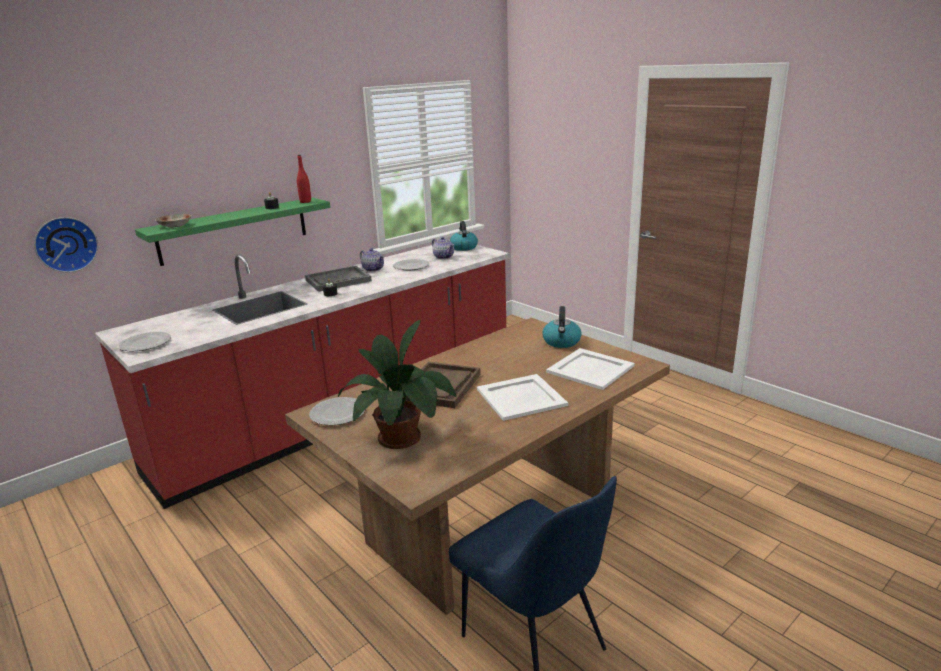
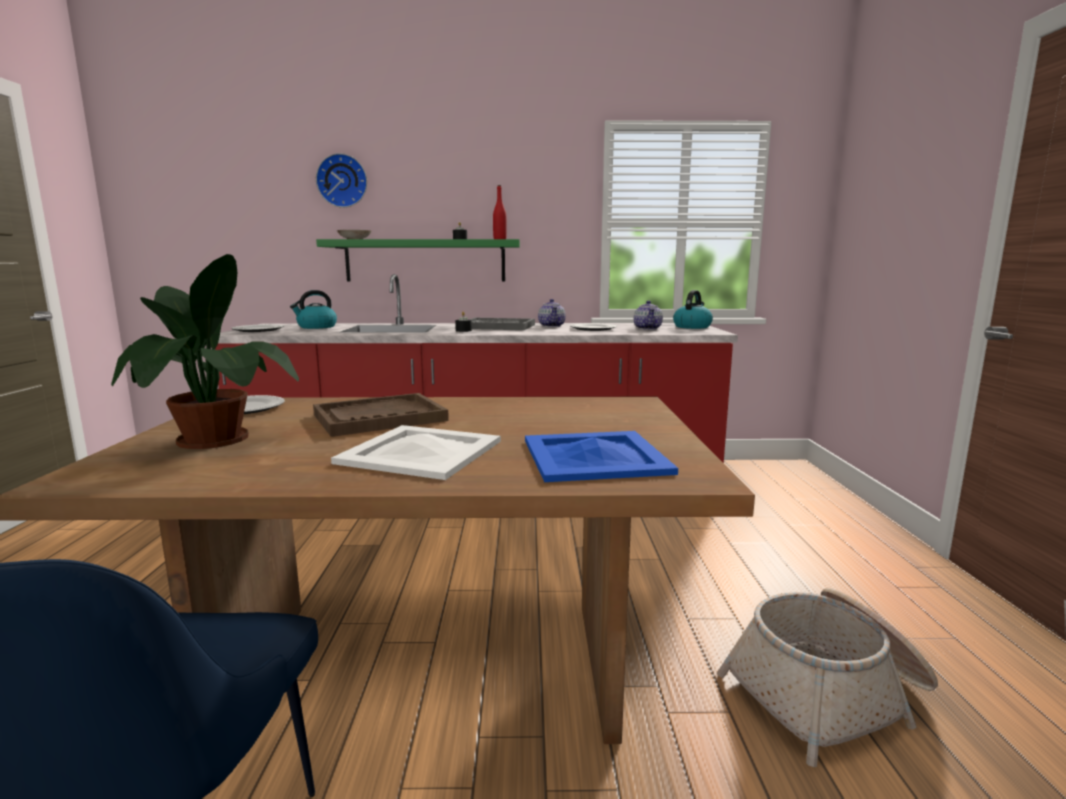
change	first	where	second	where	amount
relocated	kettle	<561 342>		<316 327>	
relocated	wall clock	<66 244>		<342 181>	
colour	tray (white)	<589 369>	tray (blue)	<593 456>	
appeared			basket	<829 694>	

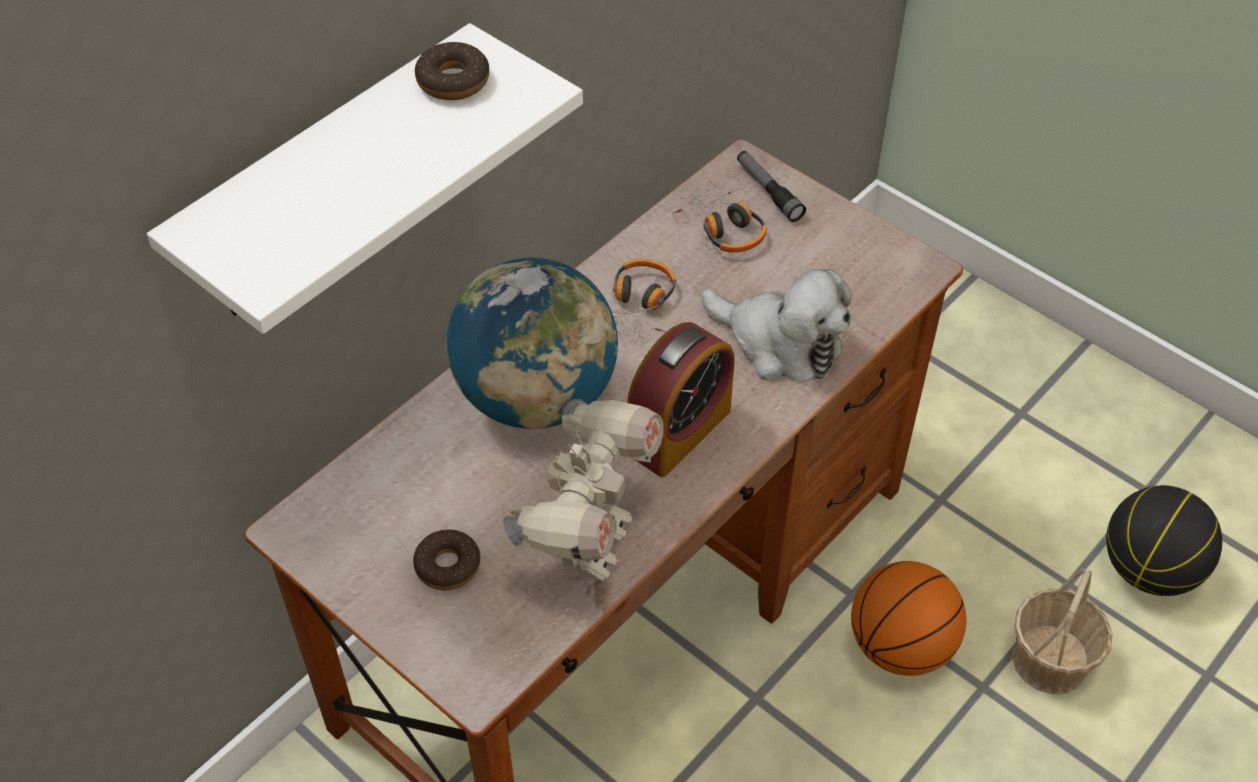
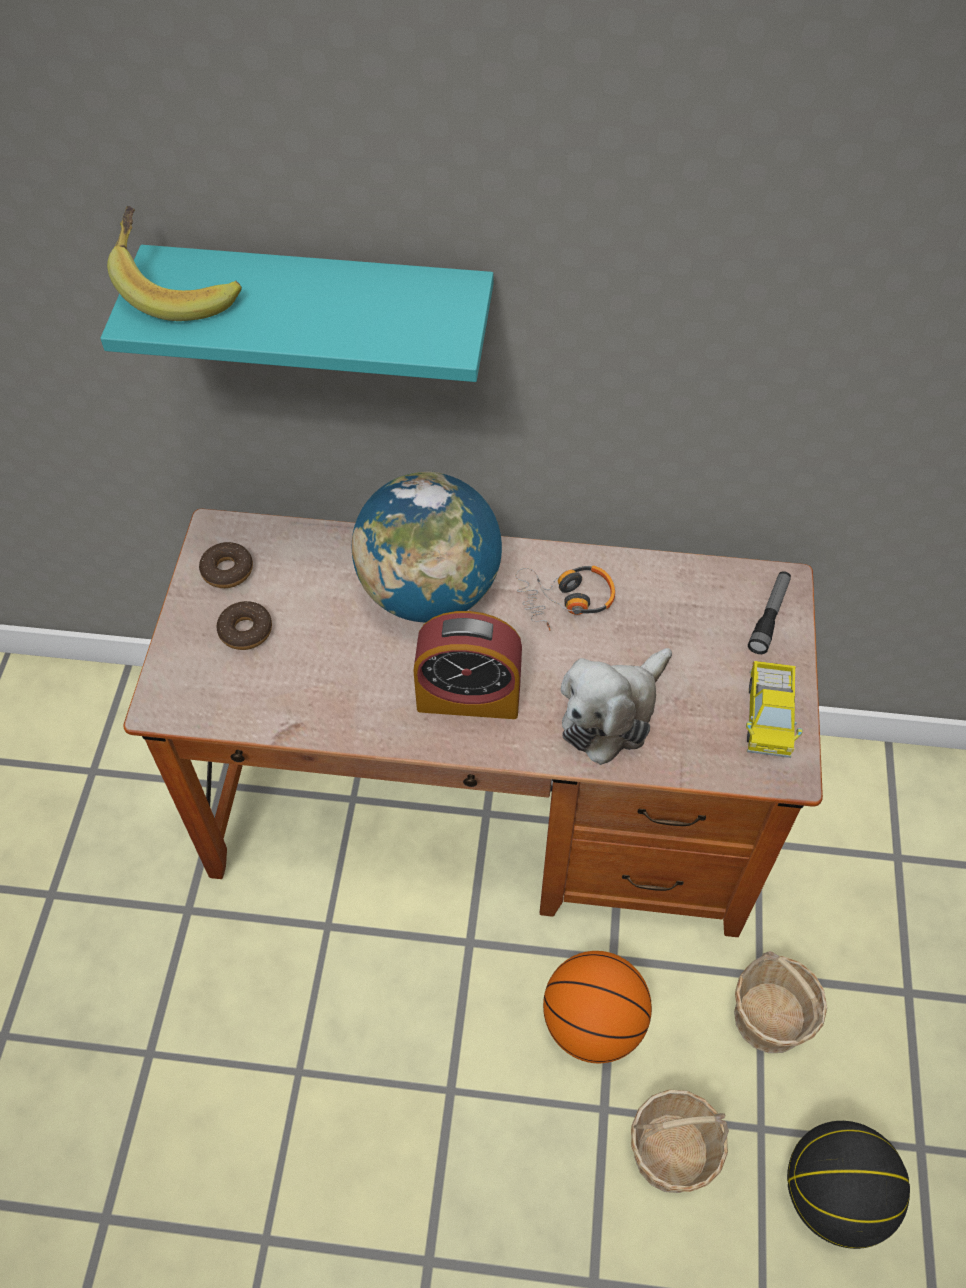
change	first	where	second	where	amount
colour	shelf (white)	<330 180>	shelf (turquoise)	<322 311>	
appeared			banana	<177 289>	
relocated	donut	<453 81>		<227 570>	
spun	plush toy	<779 343>		<612 713>	45 degrees clockwise
appeared			basket	<769 1016>	
appeared			toy truck	<768 717>	
missing	toy robot	<589 542>			
missing	headphones	<723 225>			

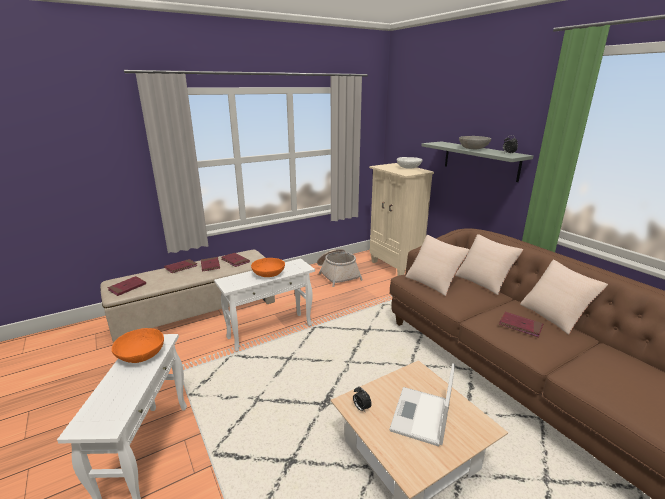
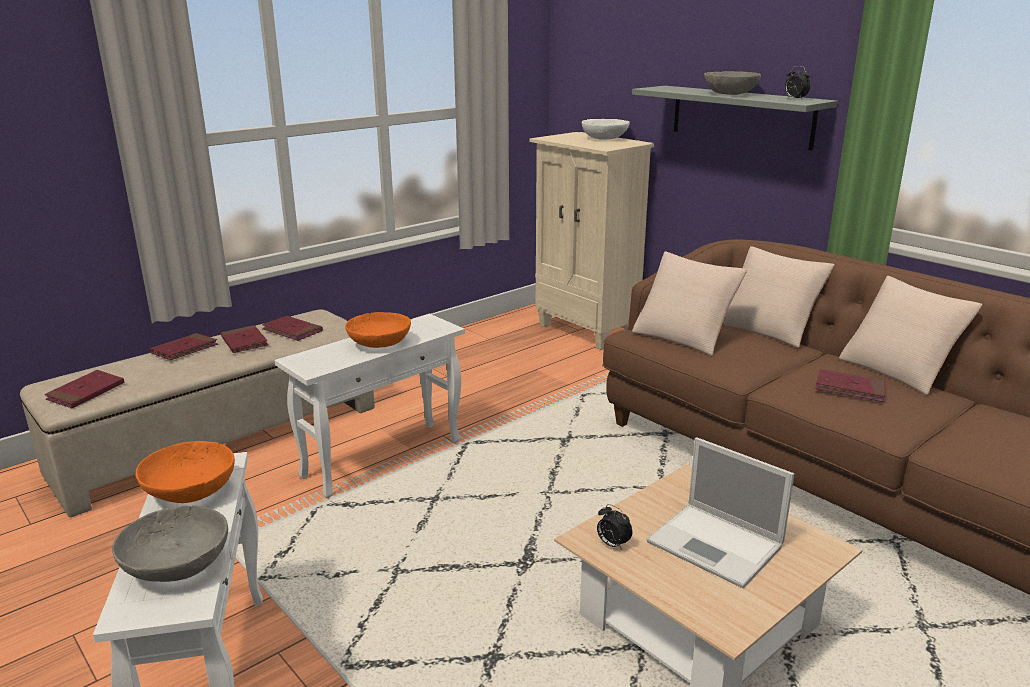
change	first	where	second	where	amount
appeared			bowl (grey)	<177 565>	
spun	laptop	<421 417>		<717 545>	60 degrees counterclockwise
missing	basket	<337 274>			

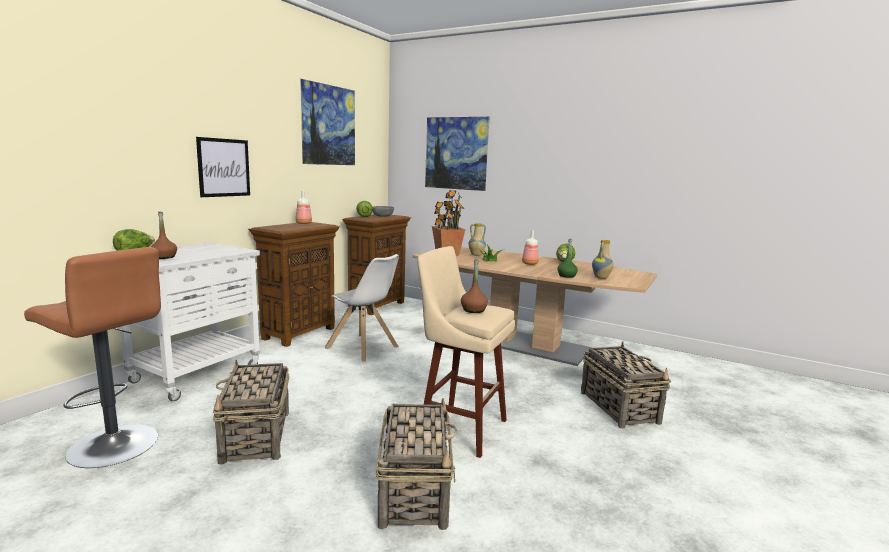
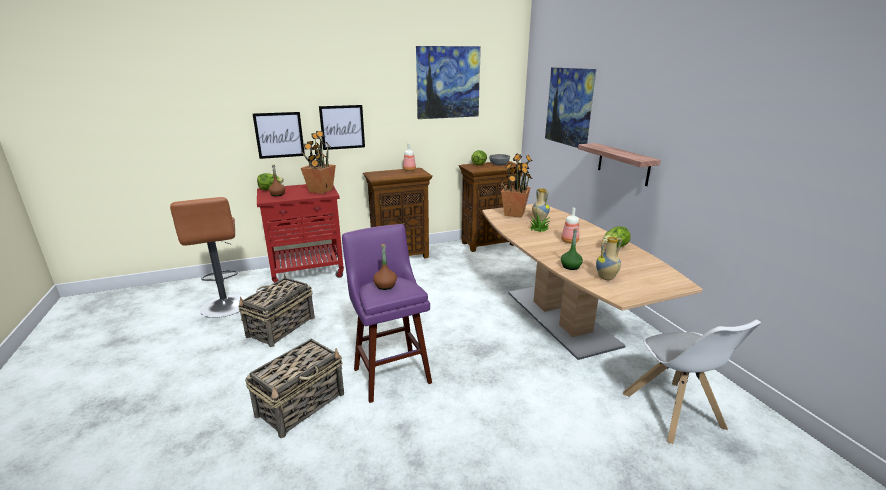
change	first	where	second	where	amount
appeared			picture	<279 135>	
colour	cart (white)	<197 375>	cart (red)	<308 272>	
appeared			potted plant	<320 190>	
colour	stool (beige)	<460 428>	stool (purple)	<391 373>	
appeared			shelf	<623 164>	
relocated	chair	<363 348>		<674 412>	
missing	basket	<618 407>			

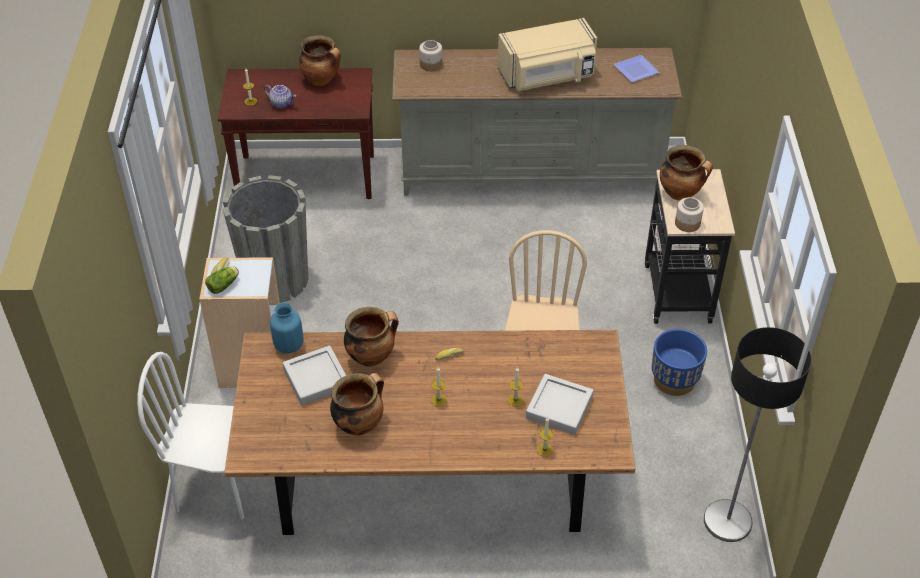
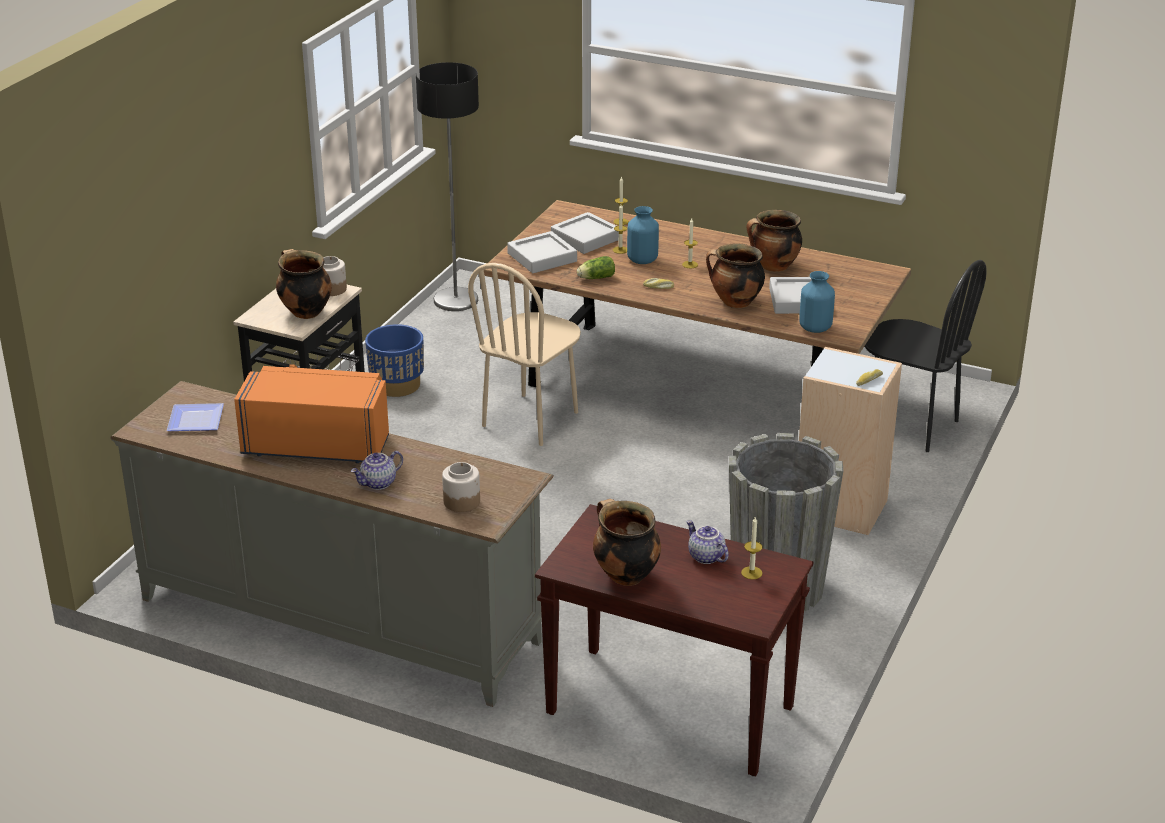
change	first	where	second	where	amount
colour	microwave (beige)	<547 76>	microwave (orange)	<318 443>	
appeared			teapot	<378 483>	
appeared			tray (grey)	<542 257>	
relocated	lettuce	<224 285>		<595 278>	
appeared			vase (blue)	<642 260>	
colour	chair (white)	<219 488>	chair (black)	<910 425>	

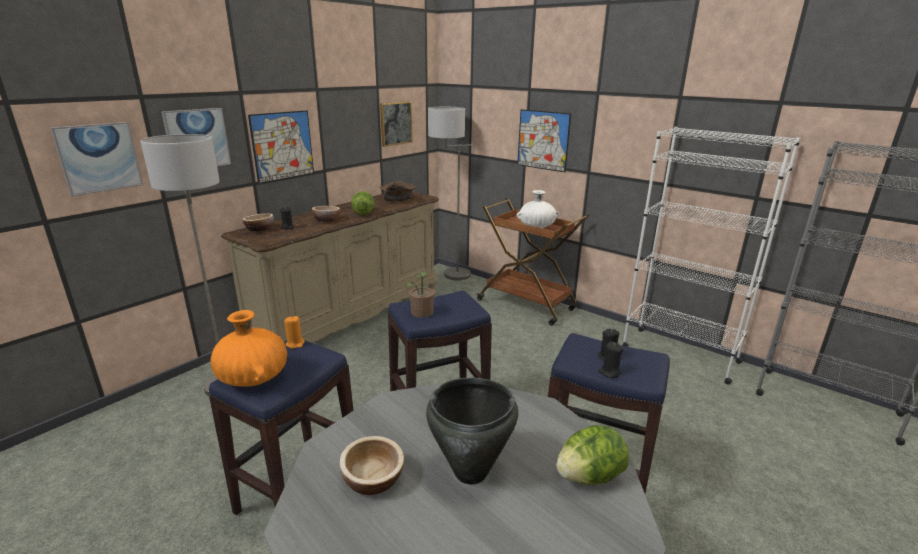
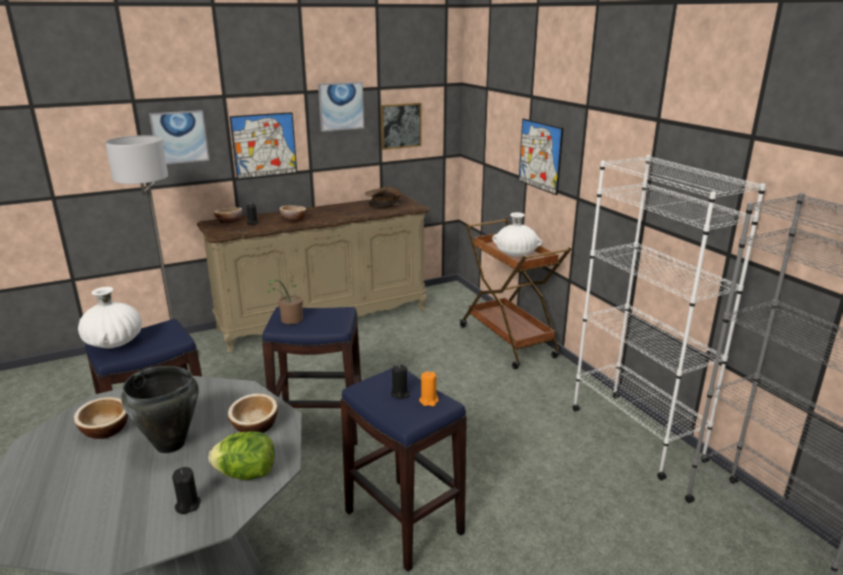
change	first	where	second	where	amount
colour	vase (orange)	<253 378>	vase (white)	<114 343>	
relocated	candle (black)	<609 372>		<187 505>	
appeared			bowl	<255 426>	
relocated	picture	<98 158>		<341 106>	
relocated	candle (orange)	<295 344>		<429 401>	
missing	lettuce	<363 213>			
missing	floor lamp (grey)	<449 276>			

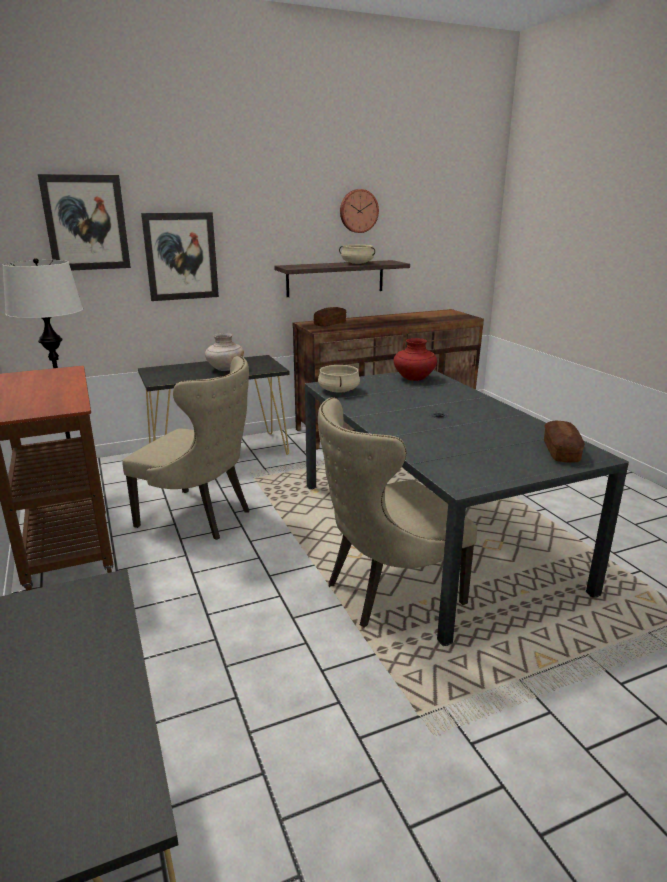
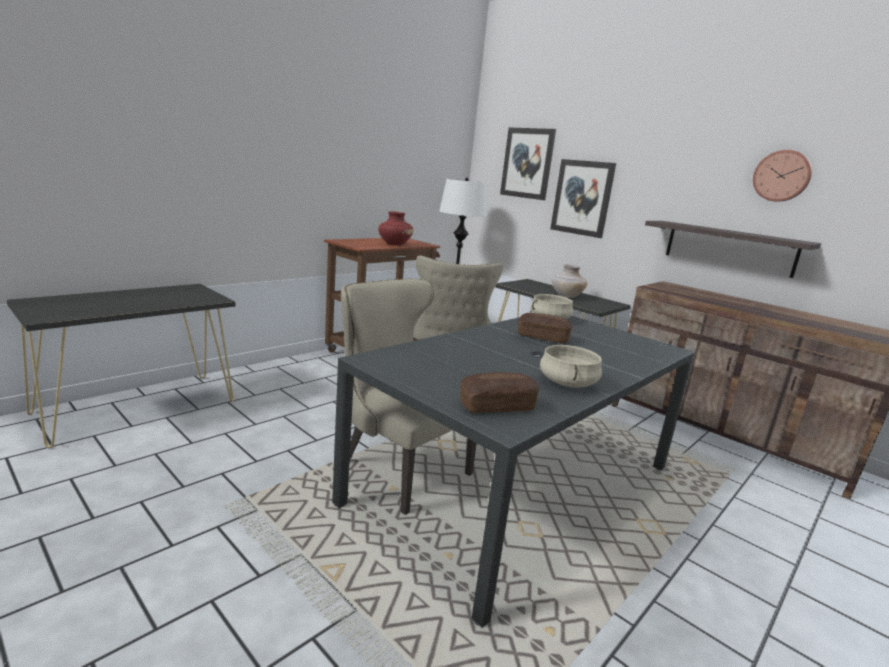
change	first	where	second	where	amount
relocated	vase (red)	<414 378>		<394 244>	
relocated	bread	<330 324>		<543 337>	
relocated	cooking pot (beige)	<357 263>		<567 383>	

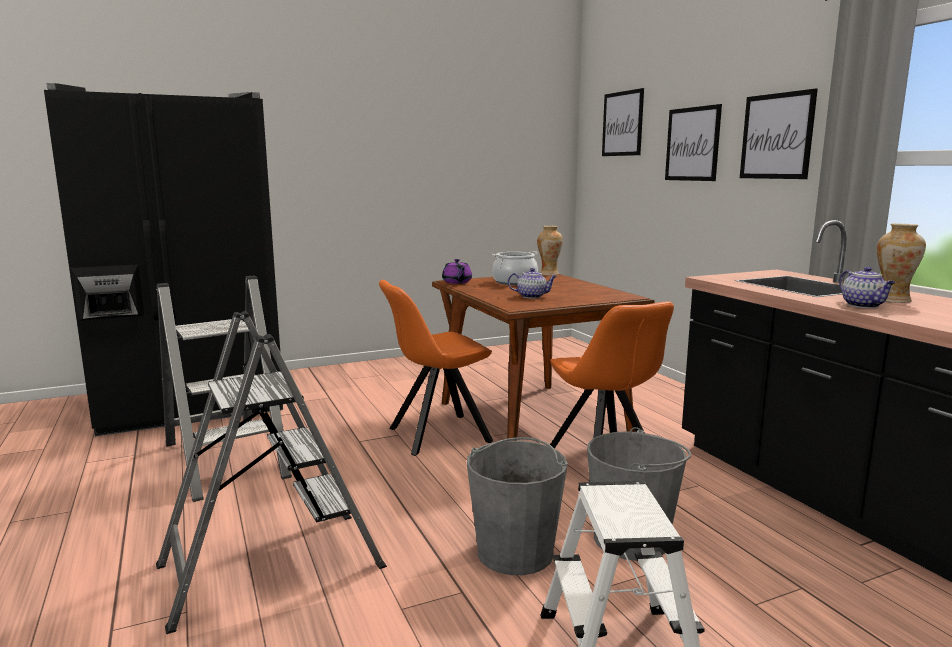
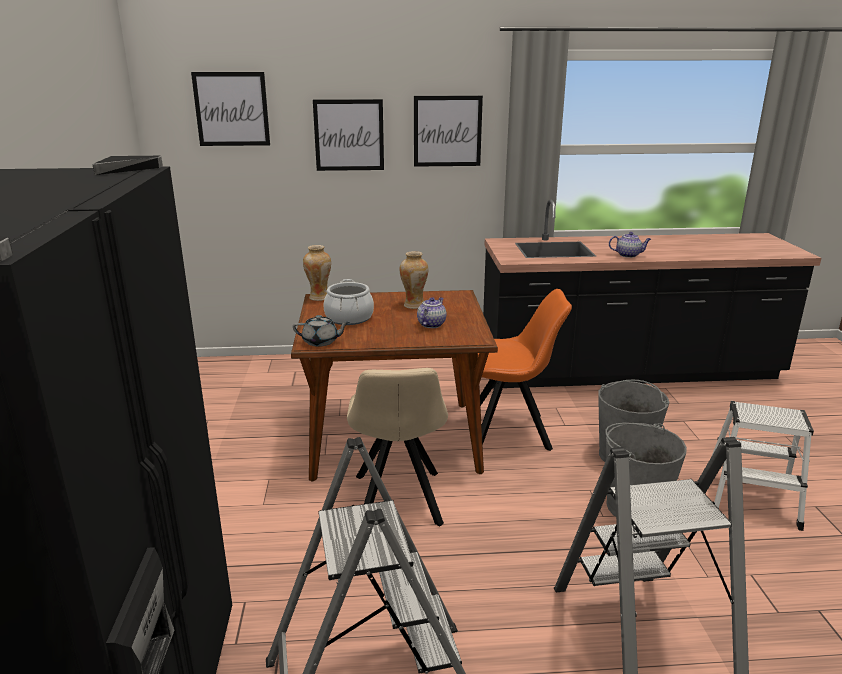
change	first	where	second	where	amount
colour	teapot (purple)	<457 282>	teapot (grey)	<321 342>	
colour	chair (orange)	<438 435>	chair (beige)	<398 500>	
relocated	vase	<893 300>		<414 305>	

